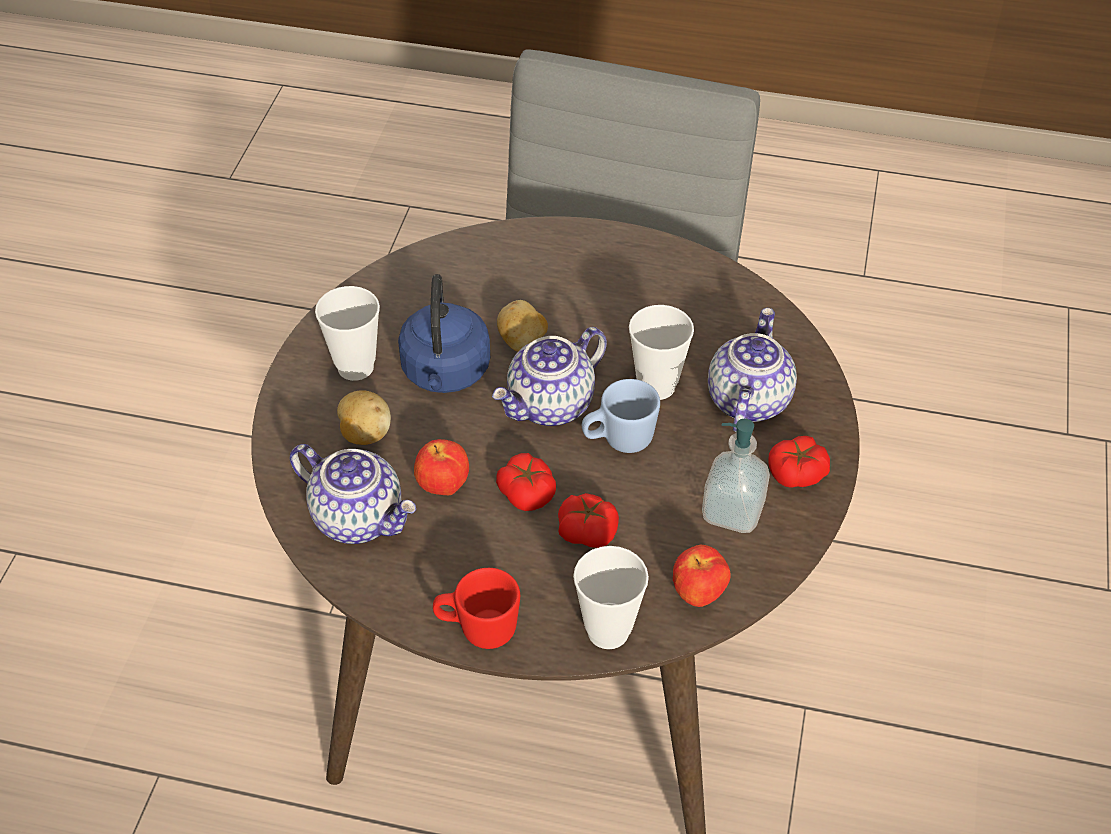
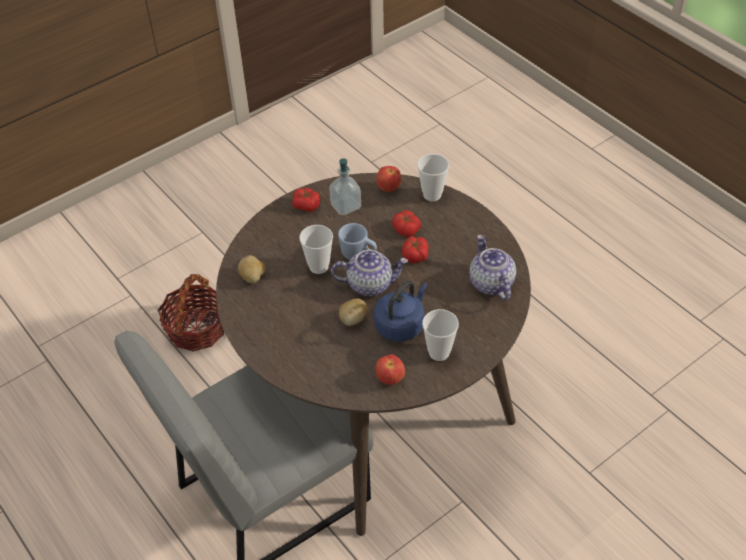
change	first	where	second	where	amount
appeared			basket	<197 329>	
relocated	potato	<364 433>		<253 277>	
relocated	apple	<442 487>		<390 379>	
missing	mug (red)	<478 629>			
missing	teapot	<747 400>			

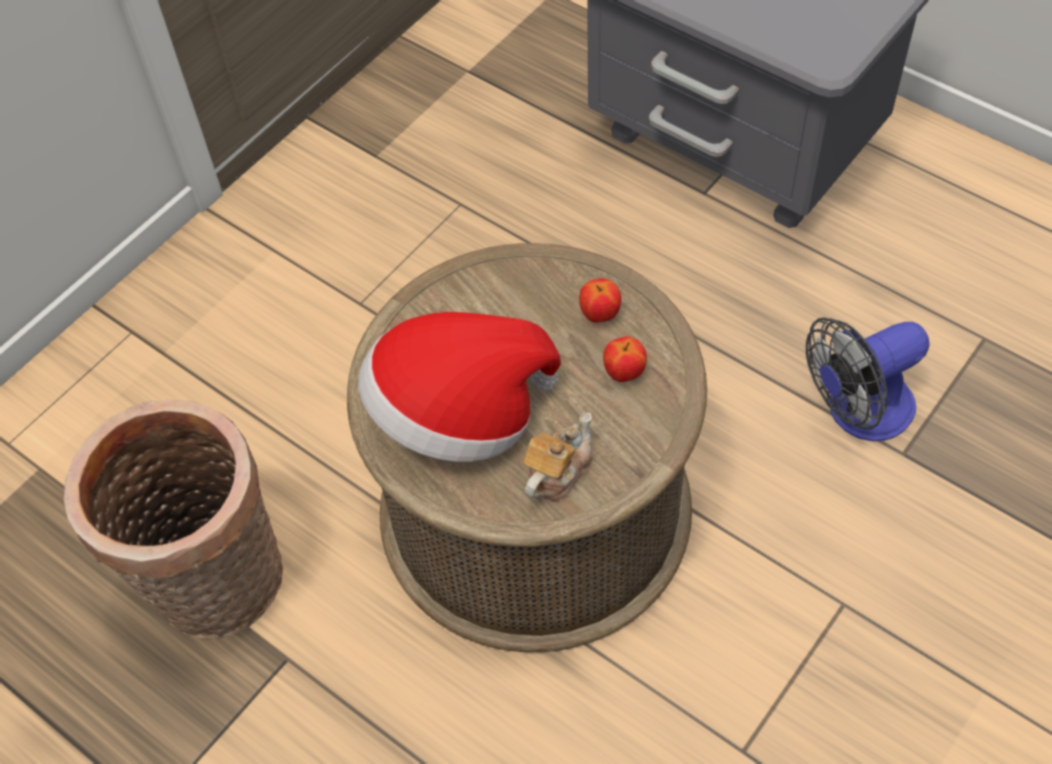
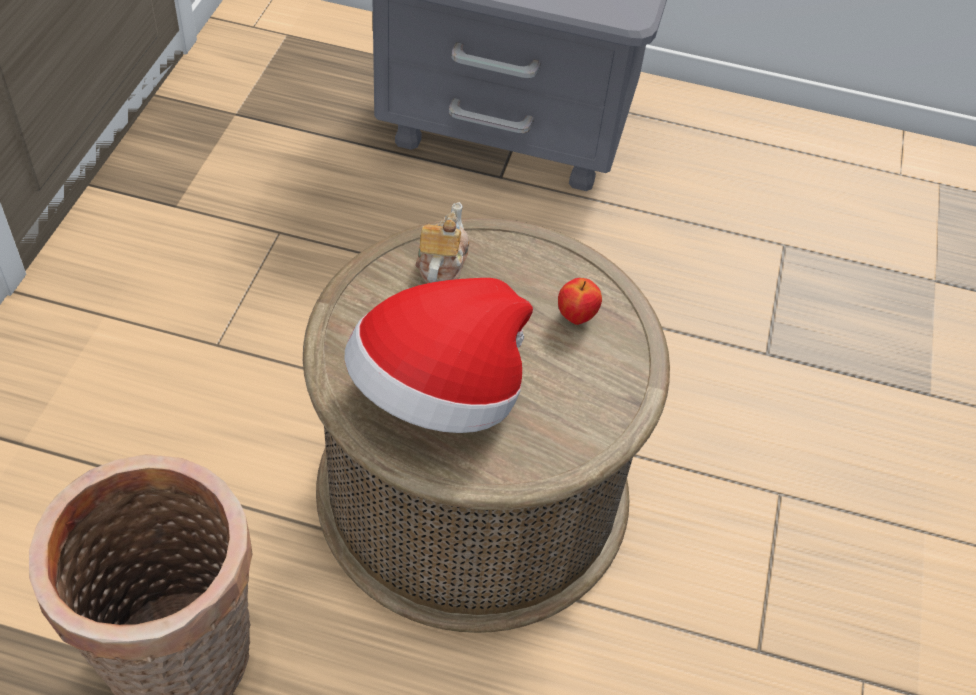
change	first	where	second	where	amount
relocated	teapot	<557 471>		<441 264>	
missing	apple	<600 315>			
missing	fan	<858 413>			

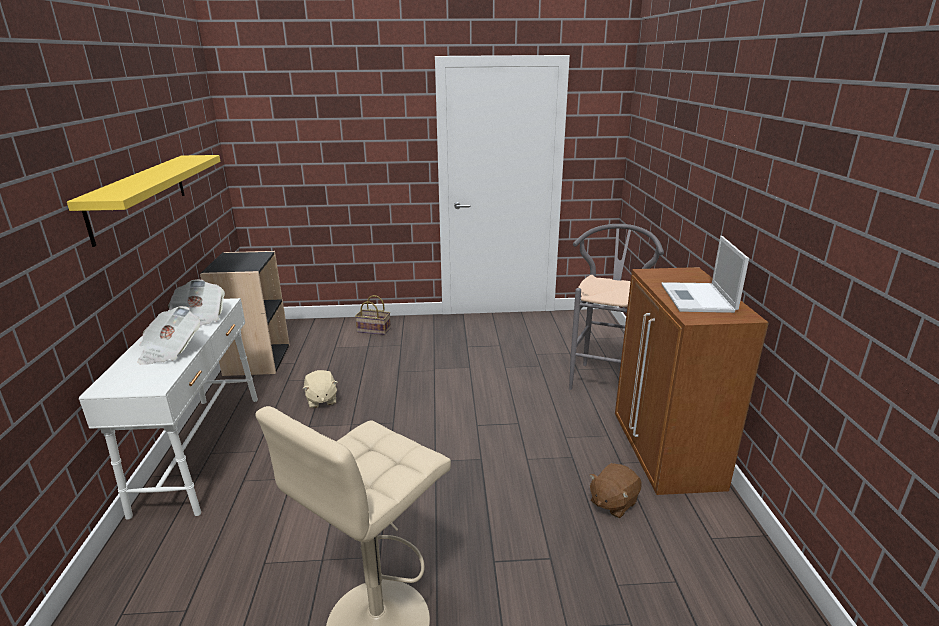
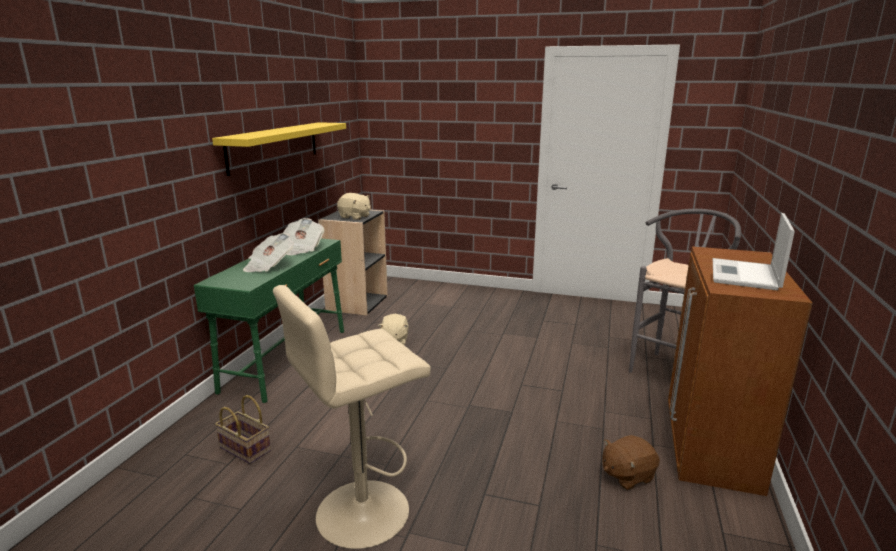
change	first	where	second	where	amount
colour	console table (white)	<203 451>	console table (green)	<287 360>	
relocated	basket	<373 330>		<243 449>	
appeared			plush toy (beige)	<355 217>	

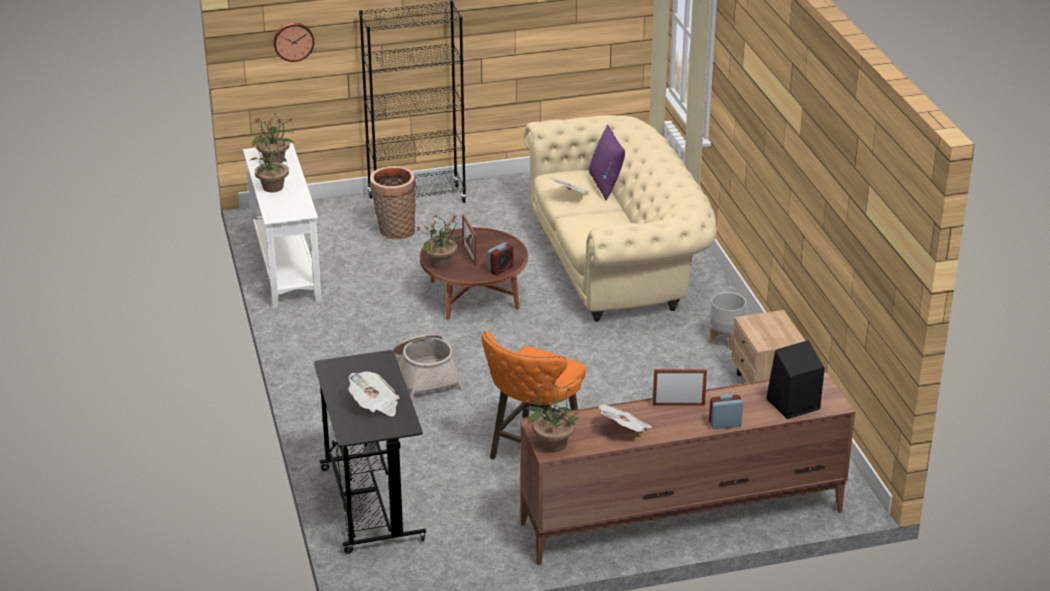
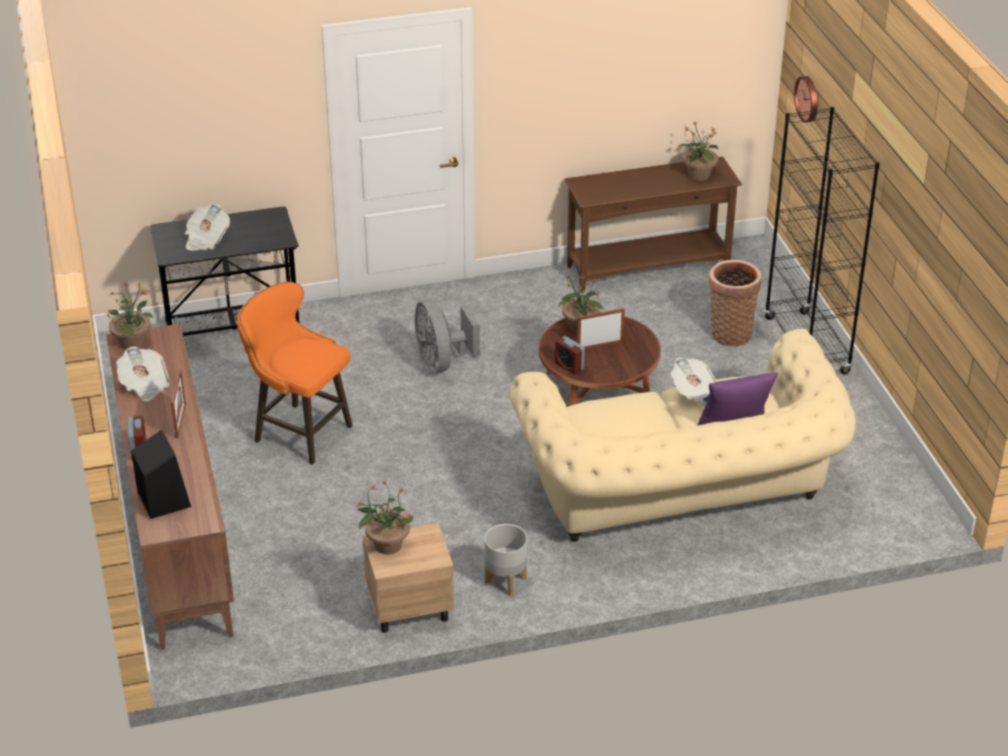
change	first	where	second	where	amount
relocated	potted plant	<272 187>		<387 545>	
exchanged	basket	<425 375>	fan (grey)	<442 362>	
colour	console table (white)	<285 265>	console table (brown)	<648 267>	

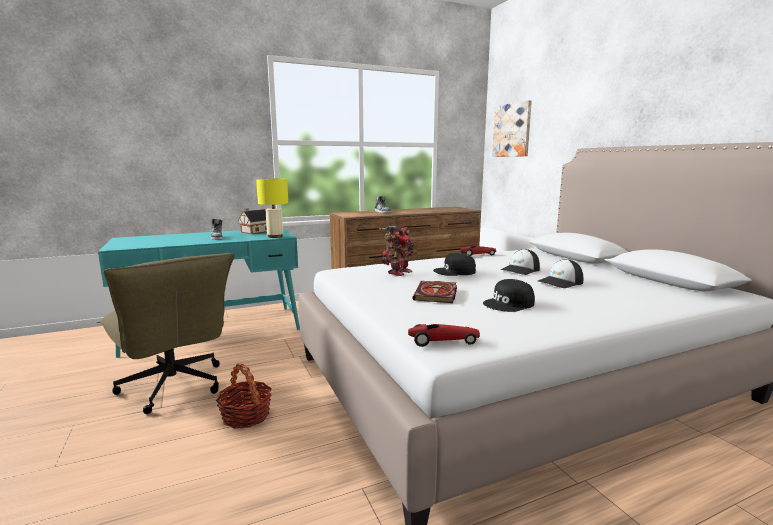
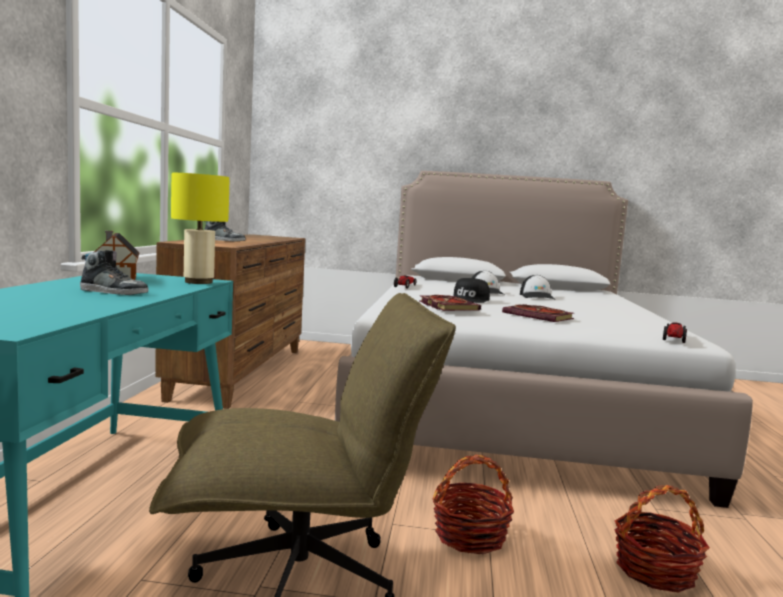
change	first	where	second	where	amount
exchanged	toy robot	<398 272>	book	<446 306>	
appeared			basket	<655 570>	
missing	cap (black)	<509 304>			
missing	picture	<512 130>			

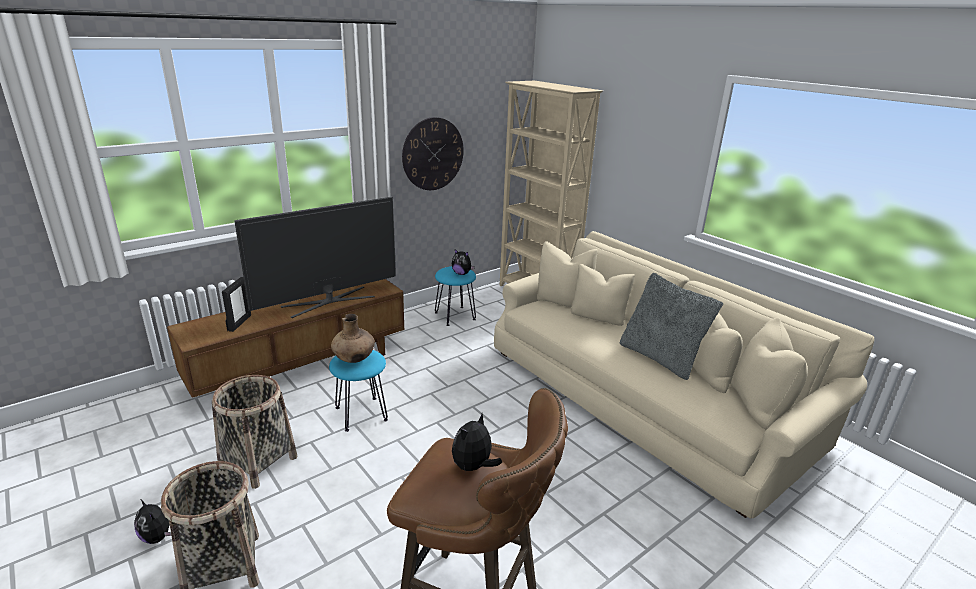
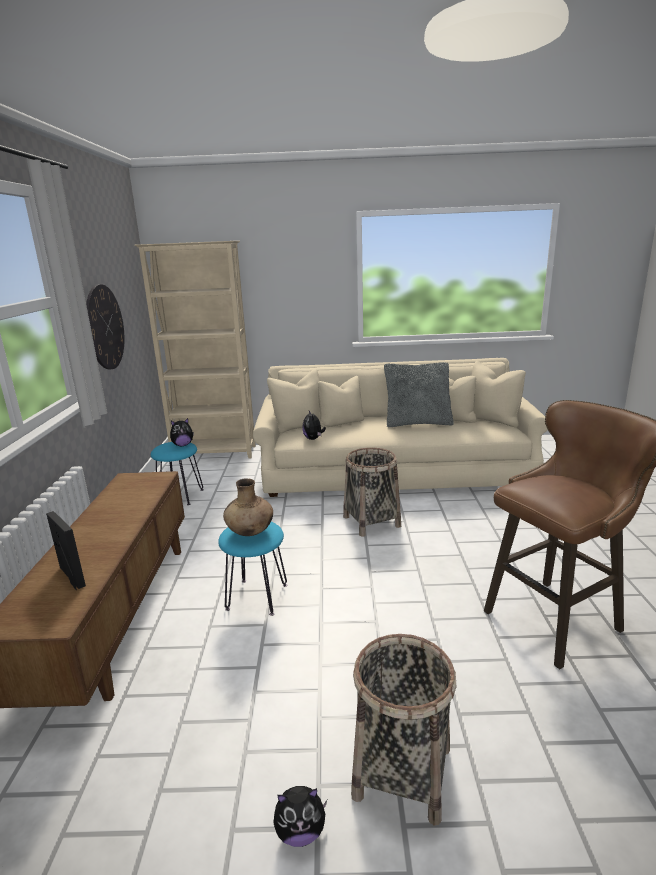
change	first	where	second	where	amount
relocated	plush toy	<473 467>		<313 439>	
relocated	basket	<259 462>		<371 521>	
missing	television	<329 301>			

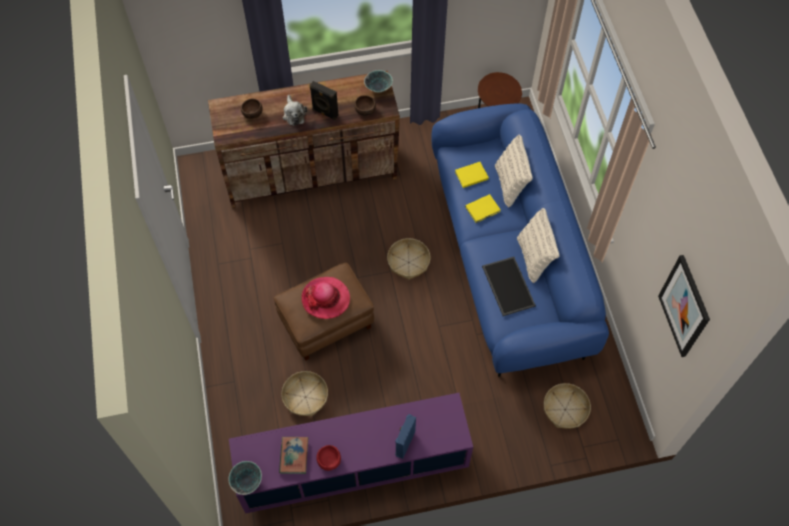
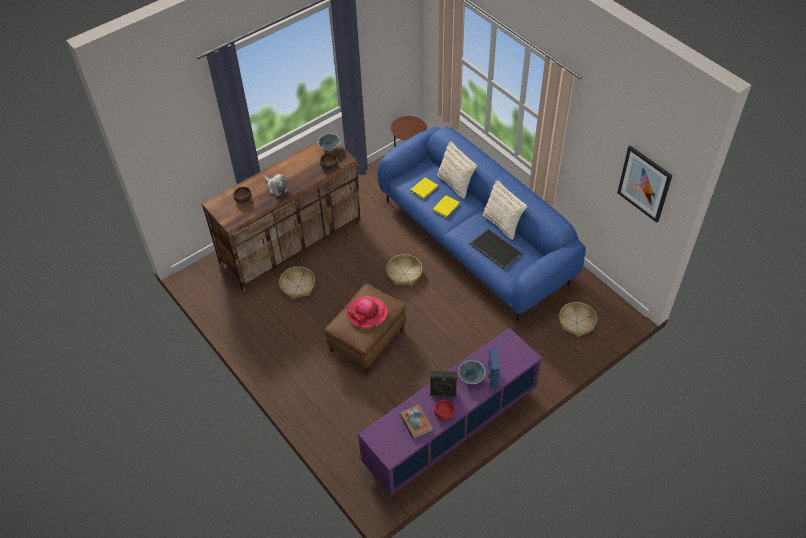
change	first	where	second	where	amount
relocated	basket	<305 397>		<298 286>	
relocated	speaker (black)	<324 113>		<443 394>	
relocated	bowl	<247 481>		<471 377>	

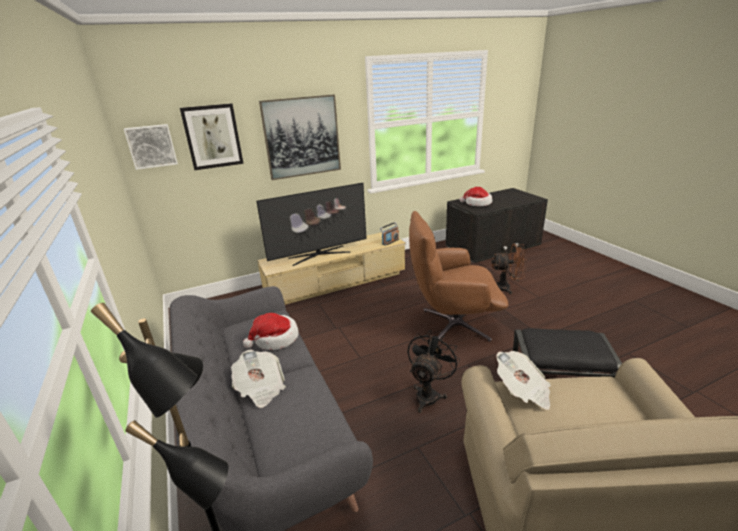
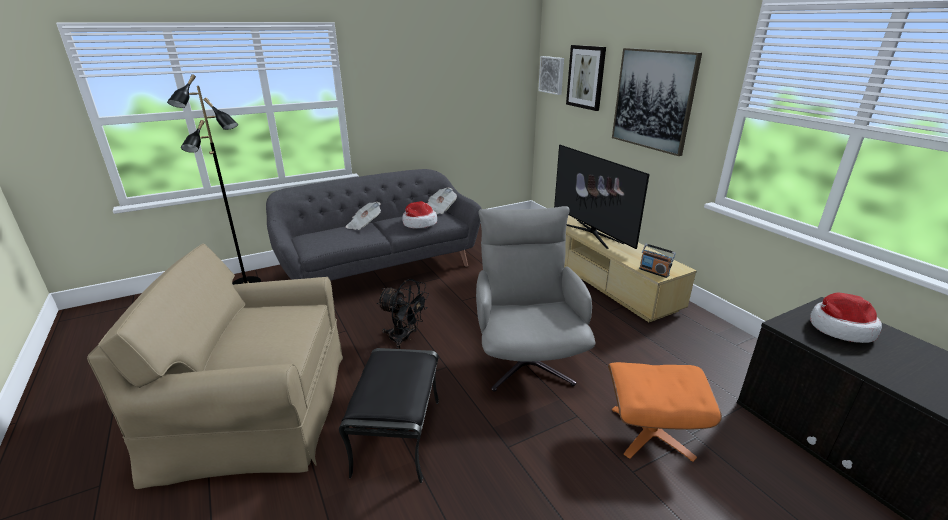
change	first	where	second	where	amount
relocated	newspaper	<523 391>		<440 210>	
colour	armchair (brown)	<454 324>	armchair (grey)	<526 363>	
exchanged	fan (brown)	<506 288>	ottoman (orange)	<651 432>	

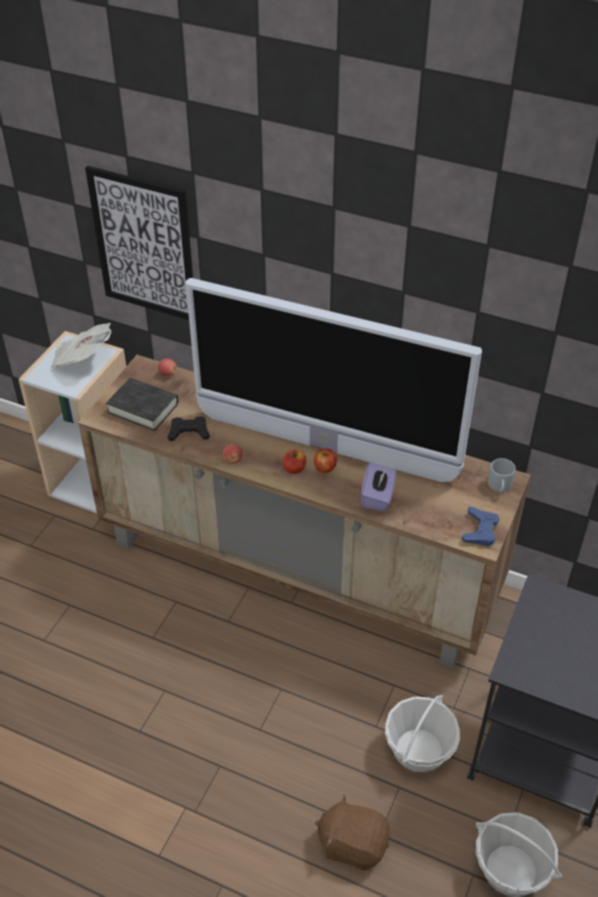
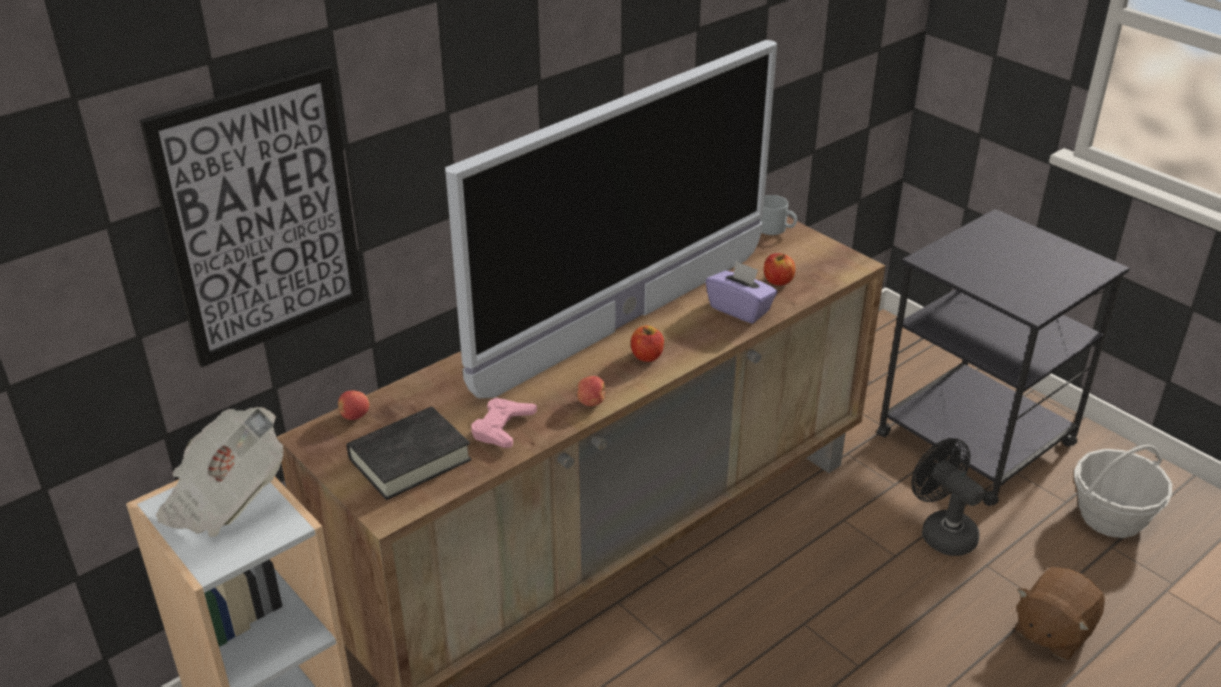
change	first	where	second	where	amount
colour	game controller (black)	<189 432>	game controller (pink)	<502 427>	
relocated	apple	<325 468>		<778 281>	
exchanged	basket	<419 750>	fan (black)	<941 531>	
missing	game controller (blue)	<480 530>			

